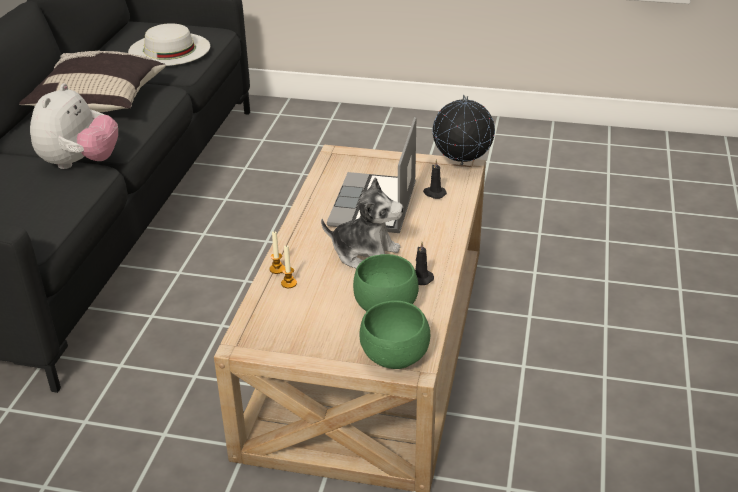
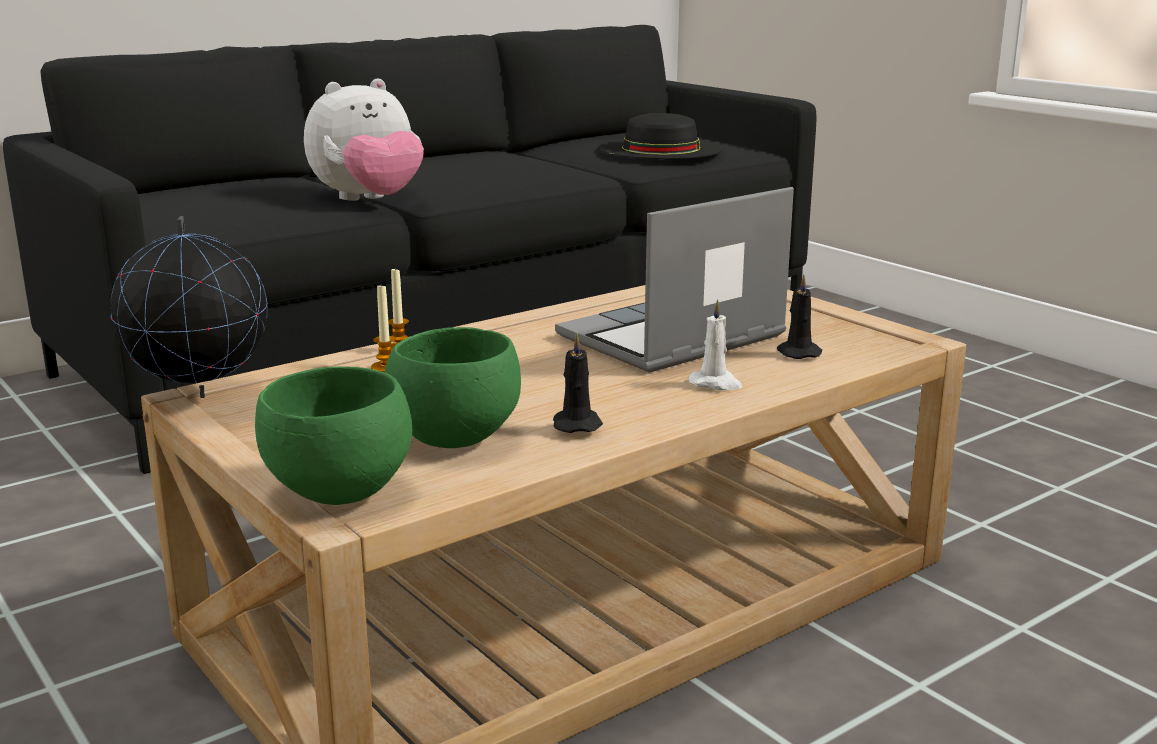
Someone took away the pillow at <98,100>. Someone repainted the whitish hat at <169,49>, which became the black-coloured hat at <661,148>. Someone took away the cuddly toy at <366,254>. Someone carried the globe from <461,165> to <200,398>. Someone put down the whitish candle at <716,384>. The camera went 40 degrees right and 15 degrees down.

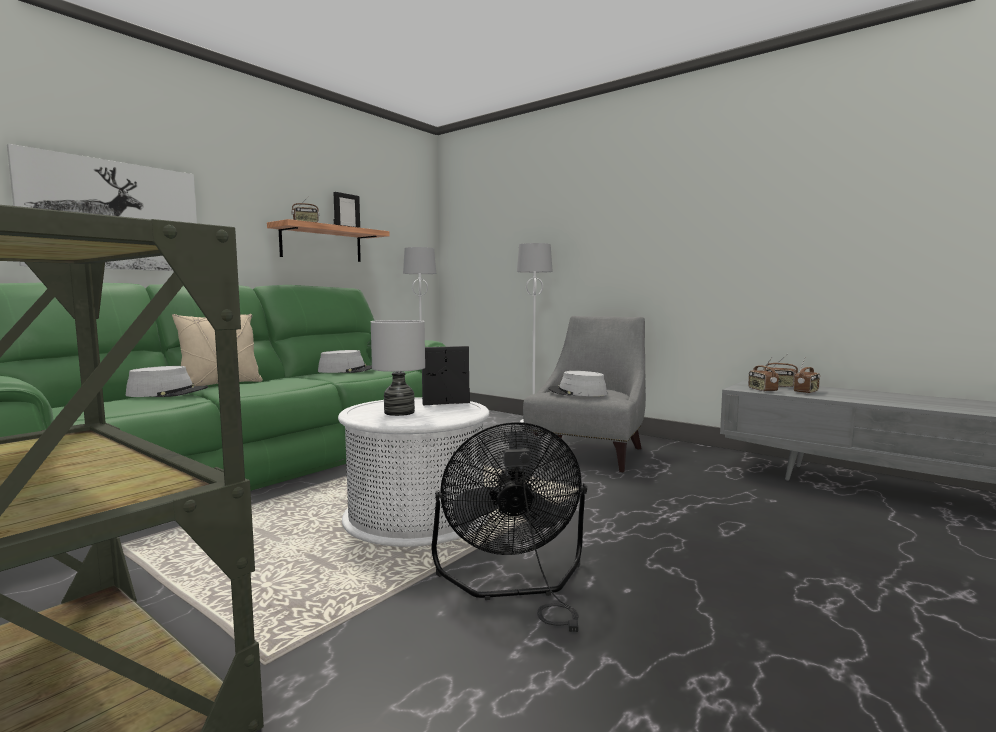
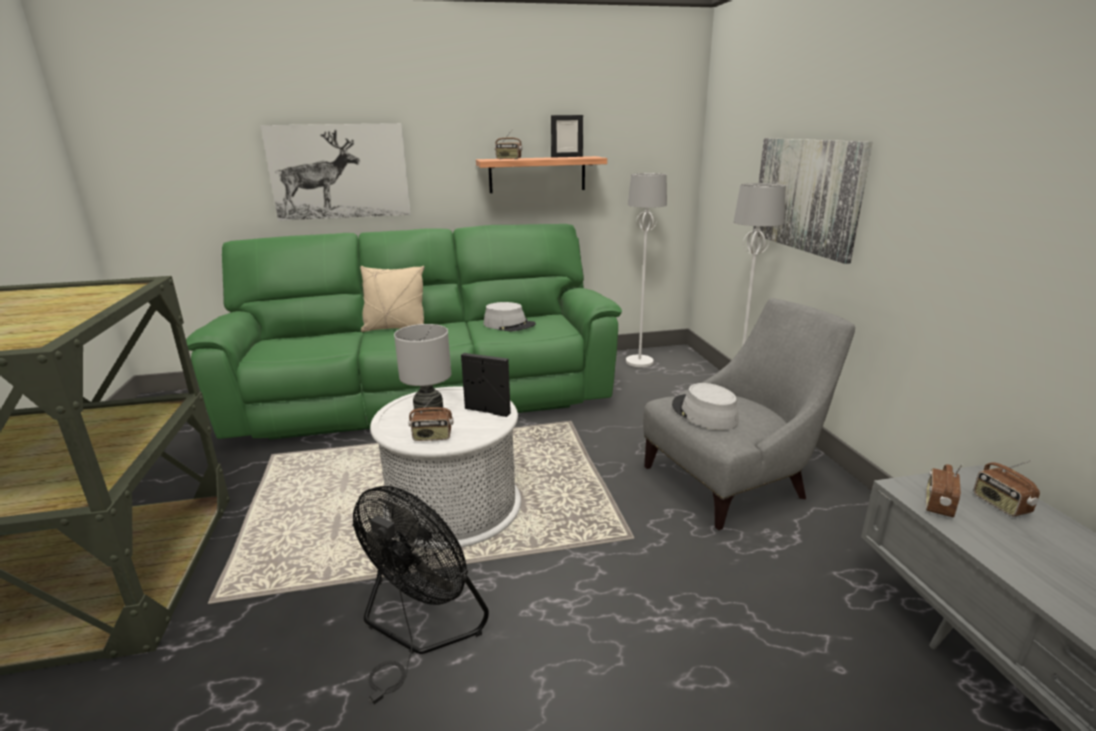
Someone took away the gray hat at <167,393>. Someone carried the radio receiver from <806,392> to <432,437>. Someone put up the wall picture at <806,195>. The camera went 40 degrees right and 15 degrees up.

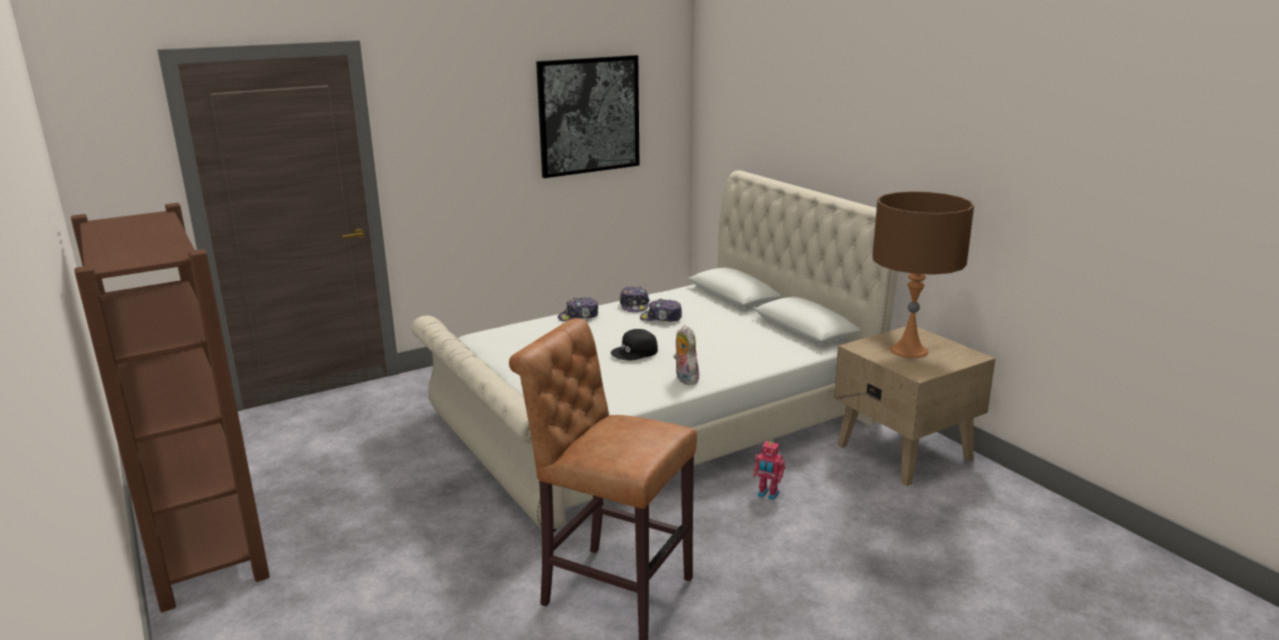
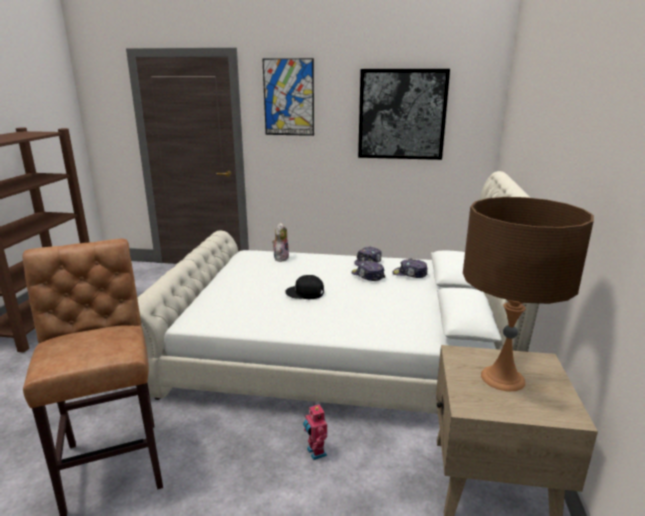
Someone carried the peaked cap from <578,317> to <409,274>. Someone carried the cuddly toy from <684,379> to <280,258>. Someone put up the wall picture at <289,97>. The camera went 40 degrees right and 0 degrees up.

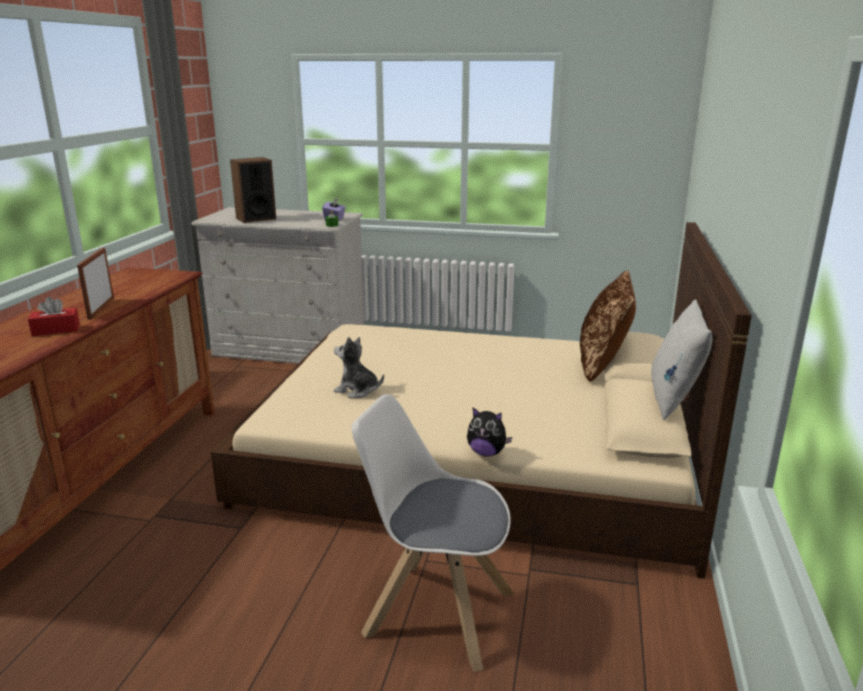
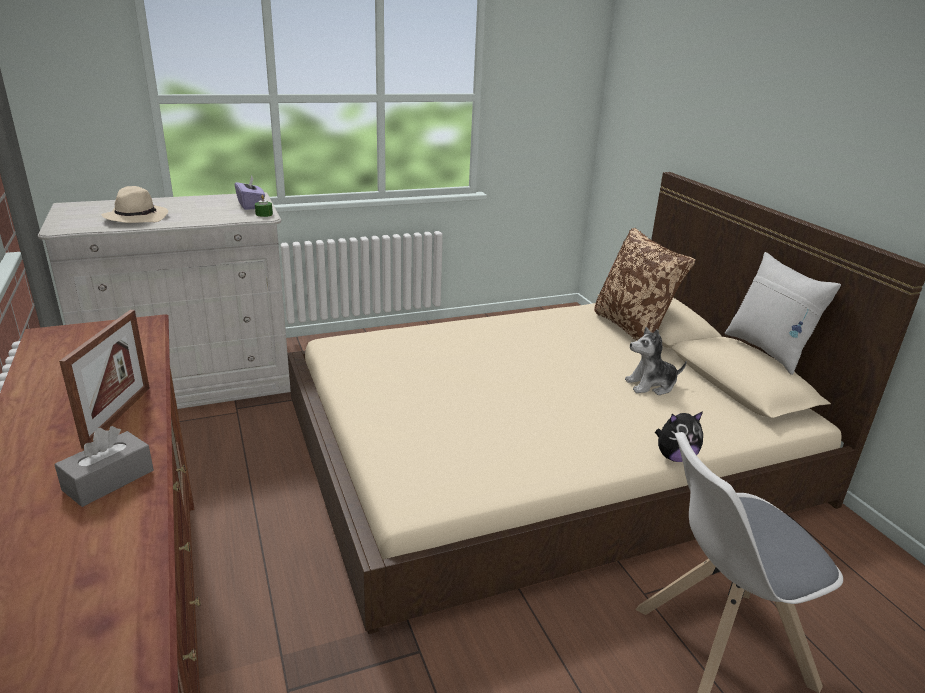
Someone repainted the red tissue holder at <56,330>, which became the gray tissue holder at <108,480>. Someone rotated the photo frame at <101,308> by 135 degrees counterclockwise. Someone swapped the loudspeaker at <256,219> for the sand-coloured hat at <136,217>. Someone carried the cuddly toy from <357,390> to <651,385>. The camera went 35 degrees left and 5 degrees up.

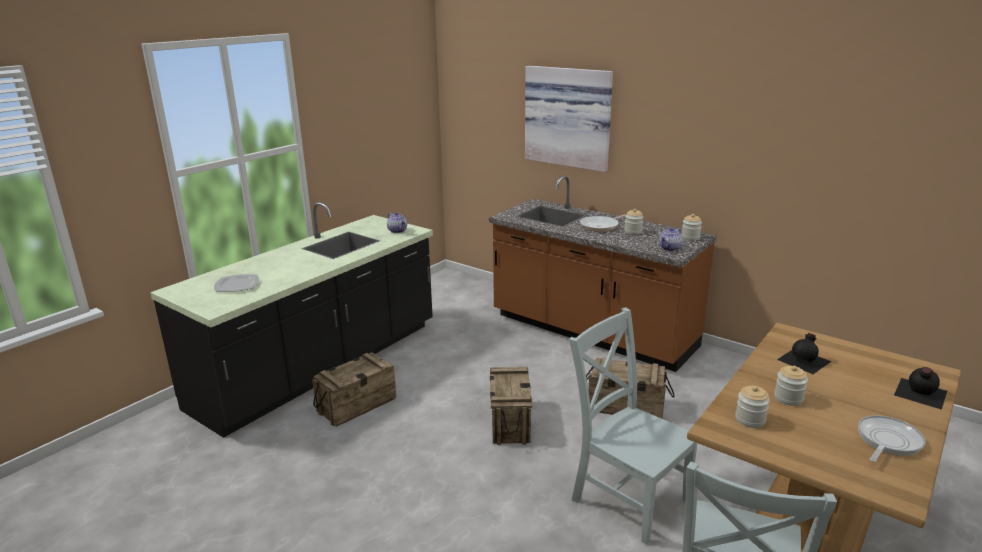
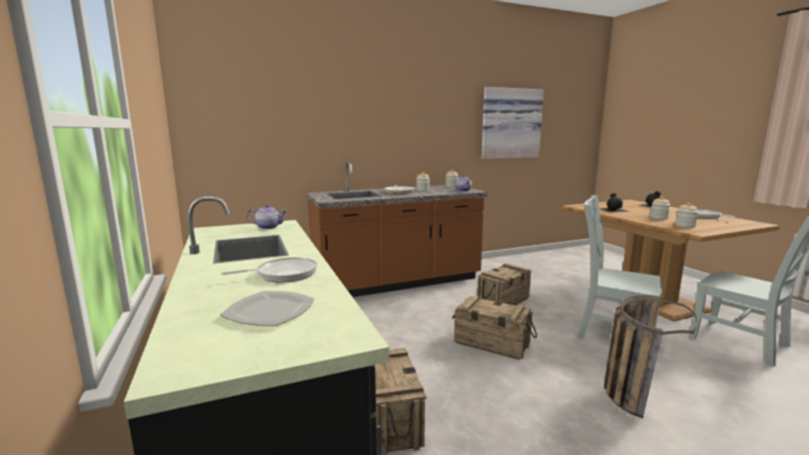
Someone carried the wall picture from <569,117> to <510,123>. Someone rotated the gray plain chair at <626,497> by 45 degrees clockwise. Someone put down the skillet at <283,274>. Someone put down the storage basket at <631,390>. The camera went 60 degrees left and 10 degrees down.

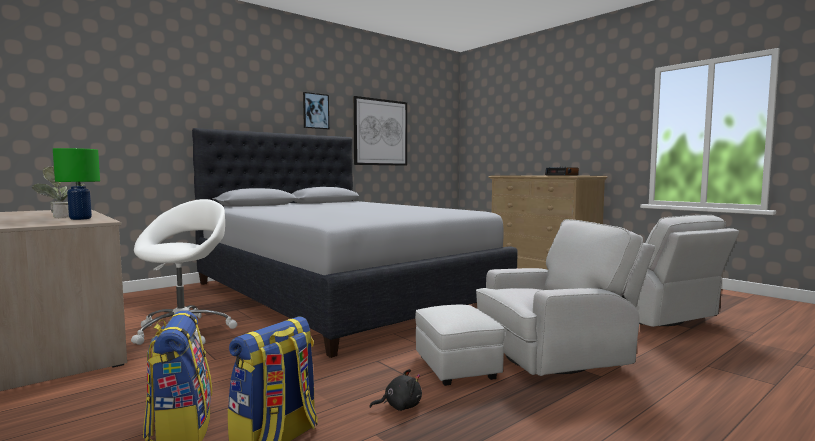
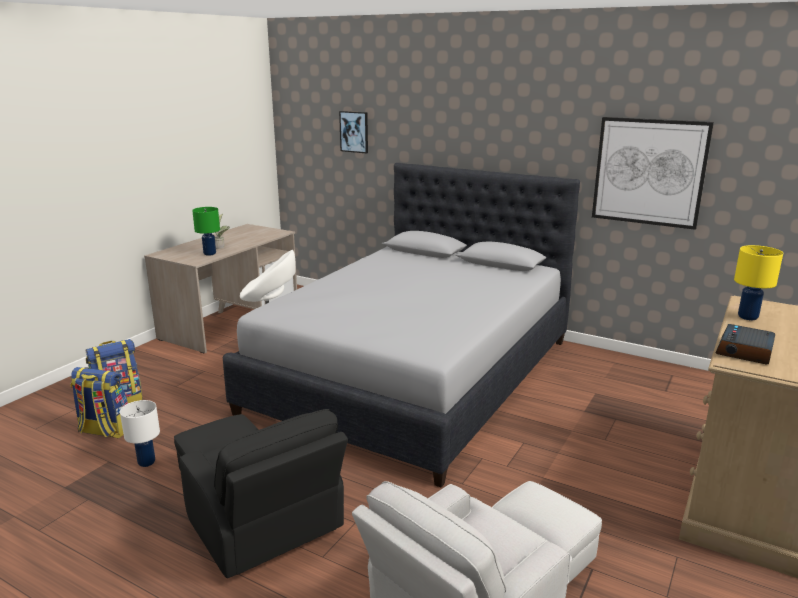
Someone carried the wall picture from <315,111> to <354,132>. Someone swapped the black-coloured cuddly toy at <400,406> for the whitish tabletop lamp at <147,462>. Someone repainted the whitish lounge chair at <533,358>, which became the black-coloured lounge chair at <255,516>. Someone put down the yellow tabletop lamp at <748,317>. The camera went 70 degrees right and 15 degrees up.

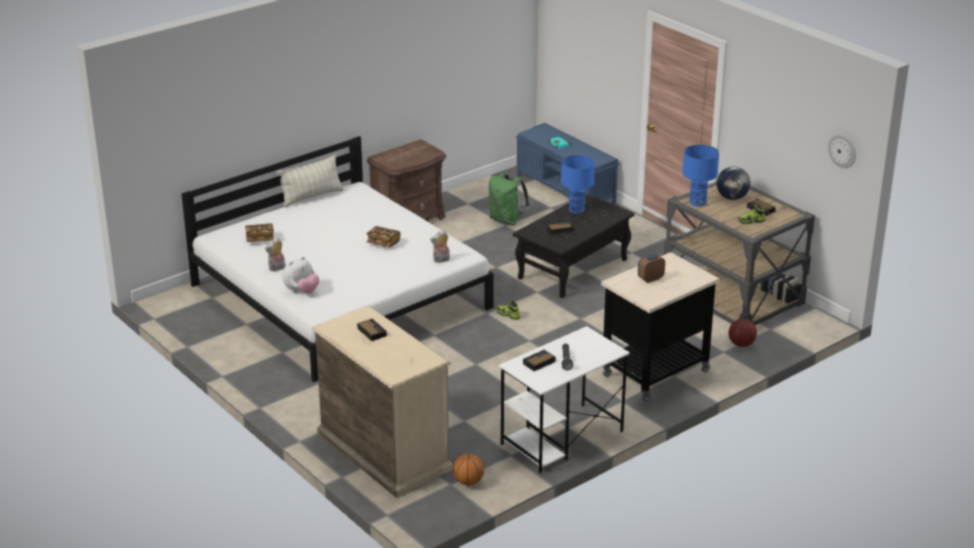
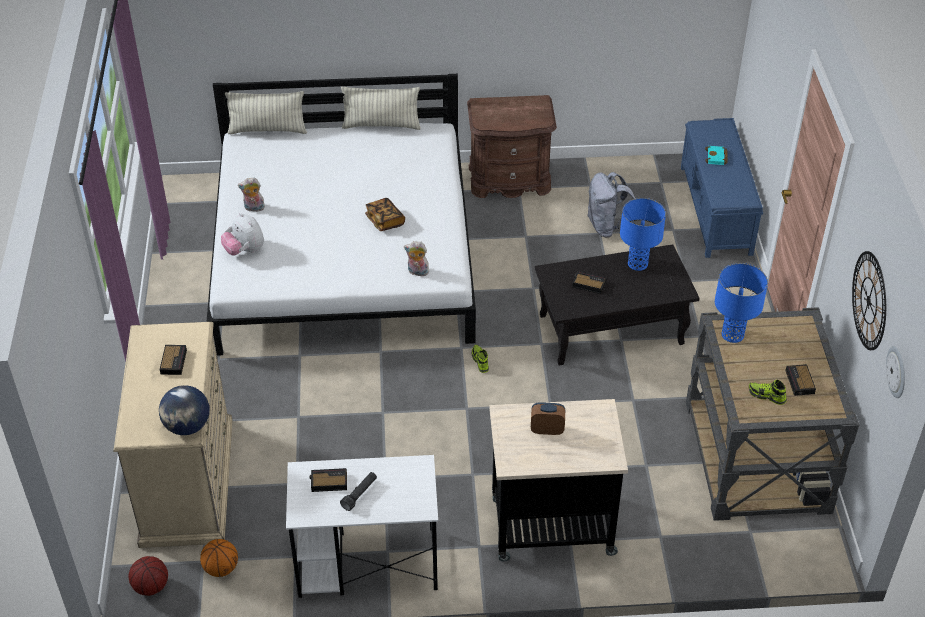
Someone took away the bound book at <260,239>. Someone rotated the cuddly toy at <301,291> by 60 degrees clockwise. Someone repainted the green-coloured rucksack at <506,220>, which became the gray rucksack at <607,227>. Someone carried the globe from <732,198> to <187,426>. Someone carried the ball for basketball from <741,344> to <151,587>. Someone put down the pillow at <267,130>. Someone put up the hanging clock at <869,300>. The camera went 35 degrees right and 15 degrees up.

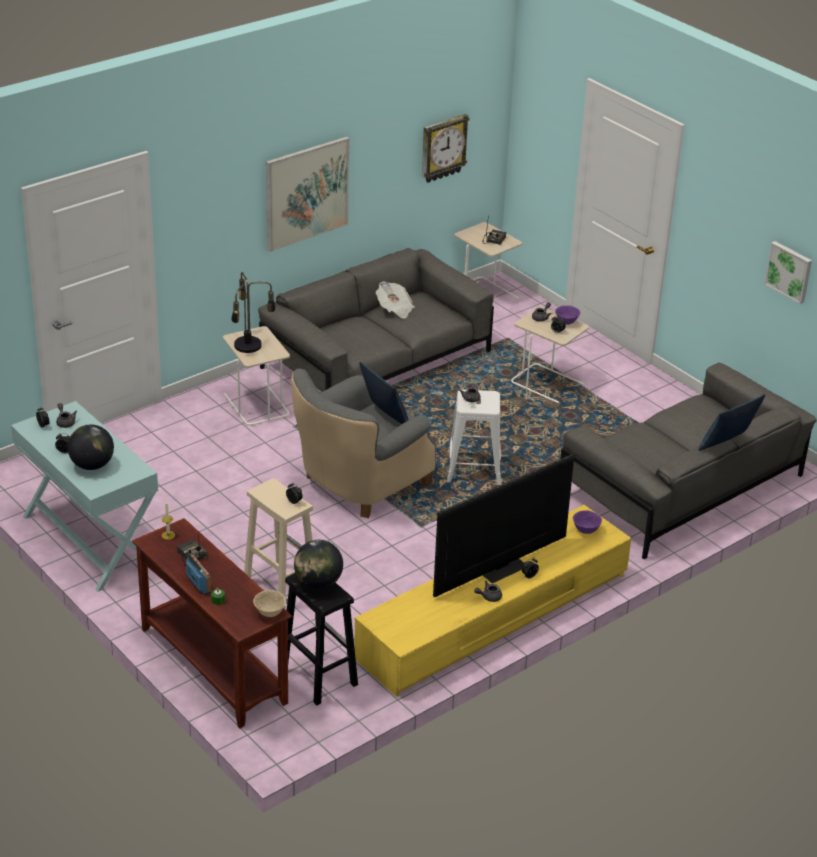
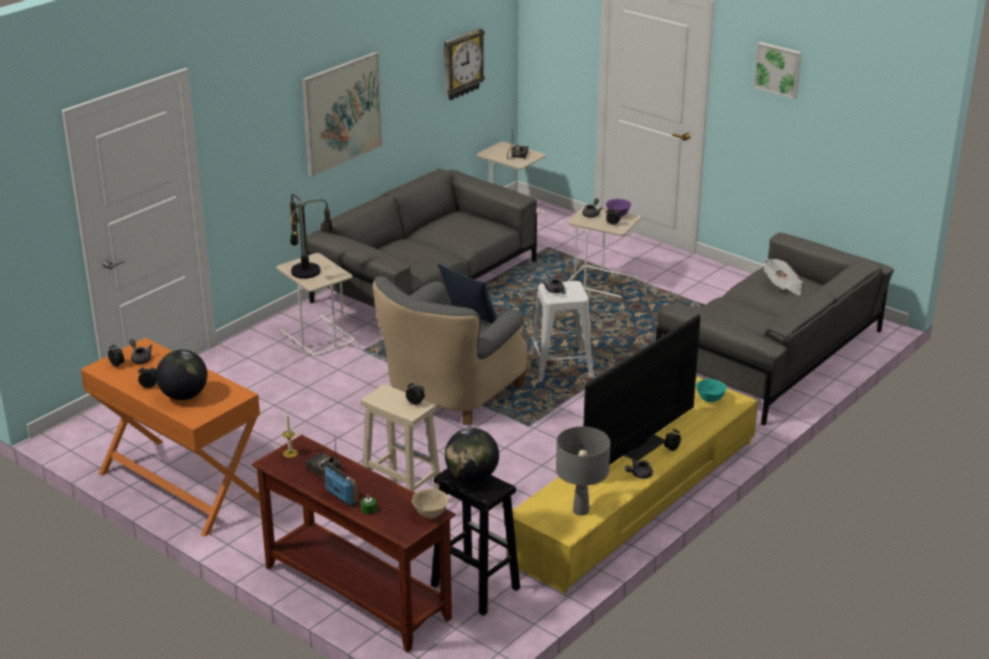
Someone repainted the turquoise-coloured desk table at <90,540>, which became the orange-coloured desk table at <180,486>. Someone carried the printed paper from <395,309> to <782,287>. Someone repainted the purple-coloured serving bowl at <586,530>, which became the turquoise-coloured serving bowl at <710,399>. Someone took away the bluish pillow at <727,445>. Someone carried the wall picture from <789,271> to <778,69>. Someone put down the gray tabletop lamp at <580,511>. The camera went 10 degrees left and 5 degrees down.

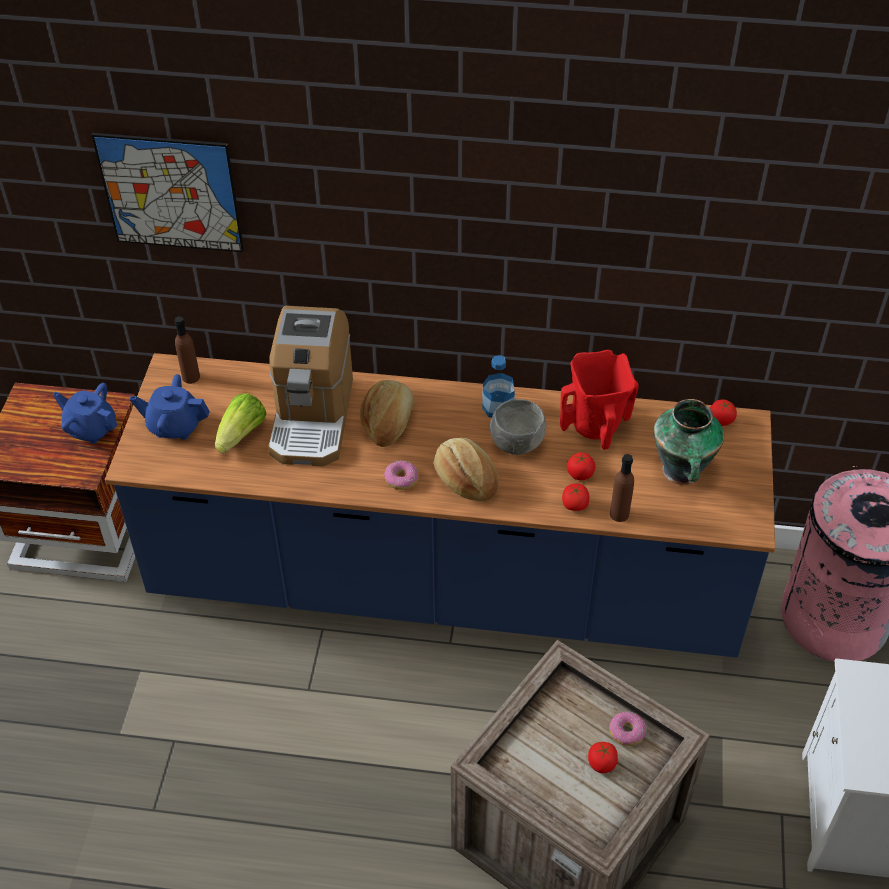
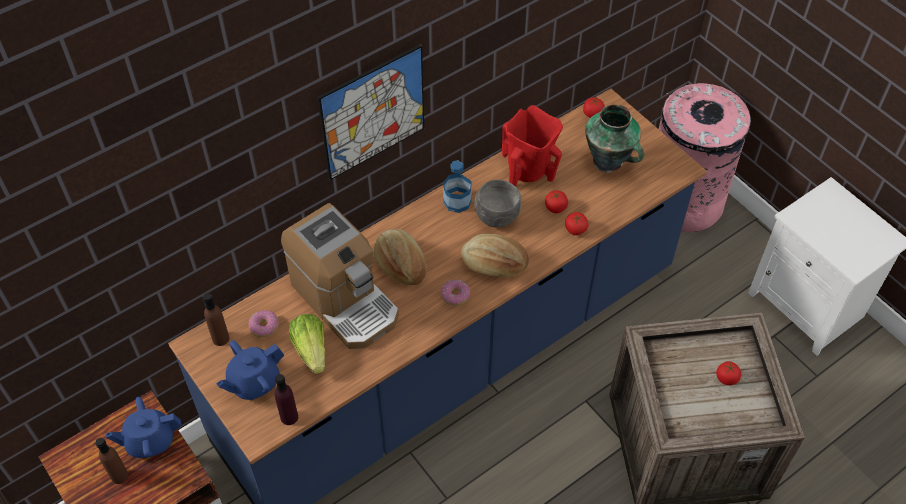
Someone carried the wall picture from <170,193> to <373,112>. Someone carried the donut from <626,732> to <264,327>. Someone carried the brown-coloured drink bottle from <619,514> to <119,476>. Someone put down the purple-coloured drink bottle at <289,417>. The camera went 45 degrees left and 5 degrees up.

